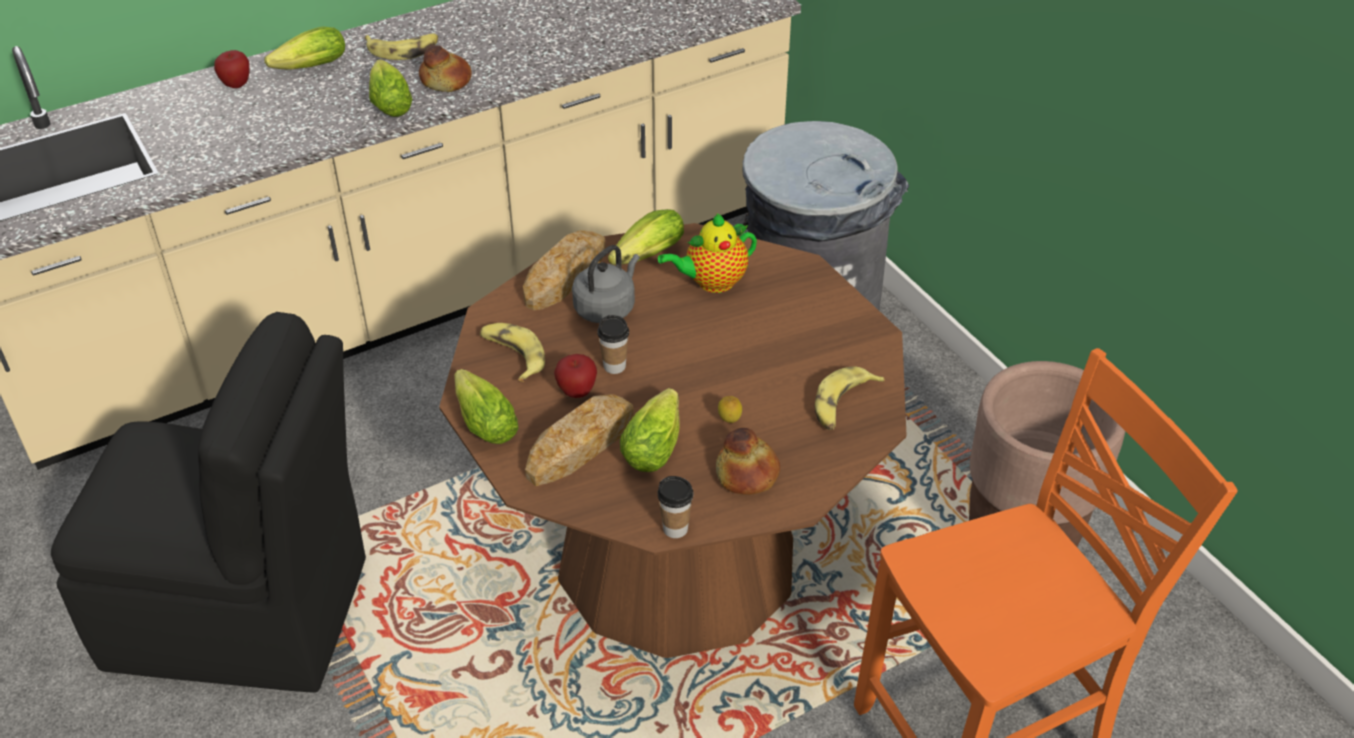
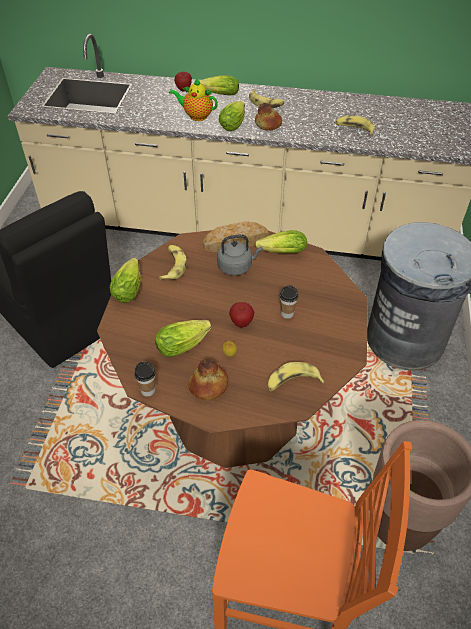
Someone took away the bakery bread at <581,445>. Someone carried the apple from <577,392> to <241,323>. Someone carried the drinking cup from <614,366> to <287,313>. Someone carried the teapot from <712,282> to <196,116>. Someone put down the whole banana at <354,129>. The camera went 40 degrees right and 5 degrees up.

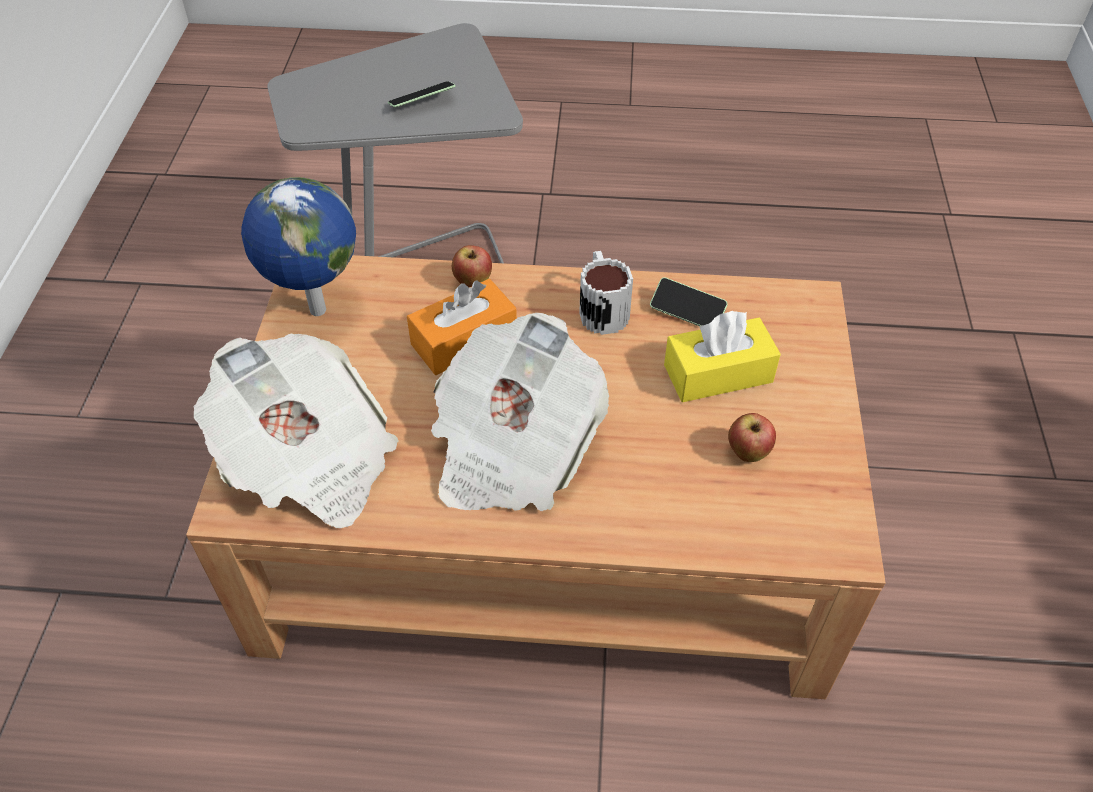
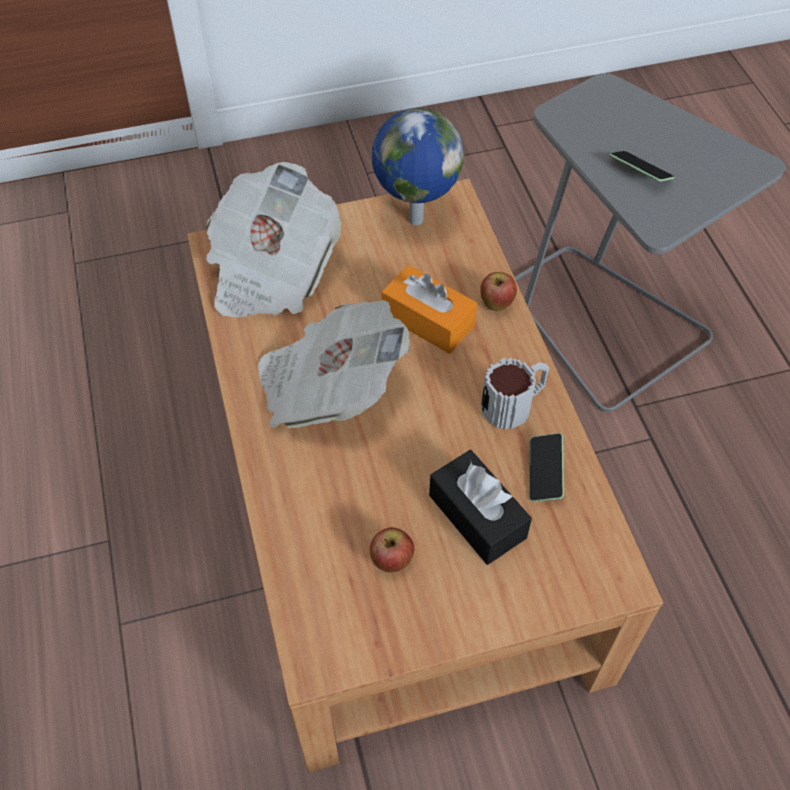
Someone repainted the yellow tissue holder at <718,373>, which became the black-coloured tissue holder at <477,516>. The camera went 70 degrees right and 5 degrees up.

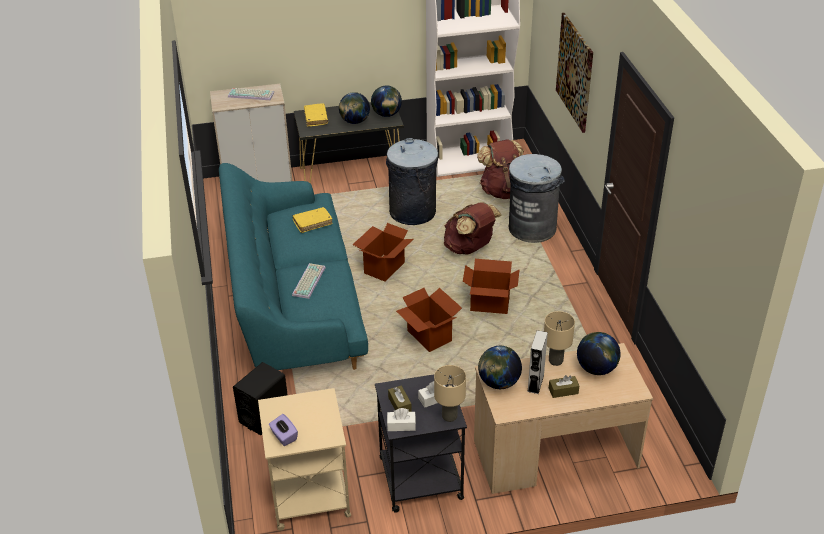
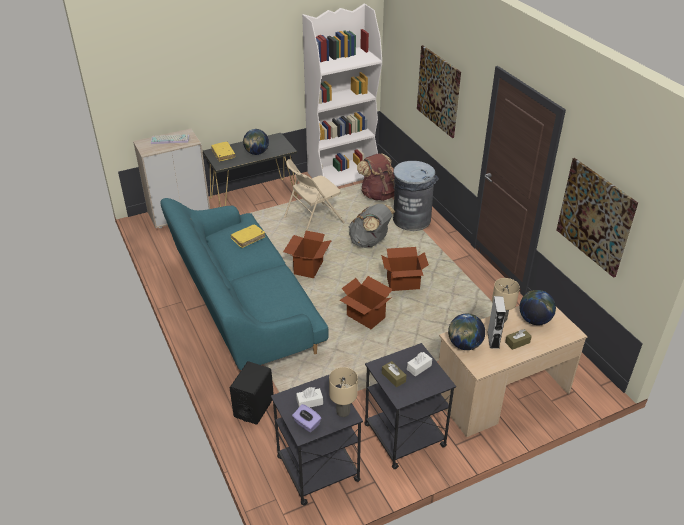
Someone repainted the sand-coloured wheeled cart at <308,496>, which became the black-coloured wheeled cart at <317,469>. Someone took away the PC keyboard at <308,280>. Someone took away the globe at <386,114>. Someone swapped the gray rubbish bin at <412,212> for the sand-coloured plain chair at <314,220>. Someone carried the whitish tissue holder from <401,425> to <309,402>. Someone carried the sand-coloured tabletop lamp from <449,416> to <343,412>. Someone repainted the brown-coloured rucksack at <469,248>, which became the gray rucksack at <370,242>. Someone put up the wall picture at <595,216>. The camera went 15 degrees left and 0 degrees up.

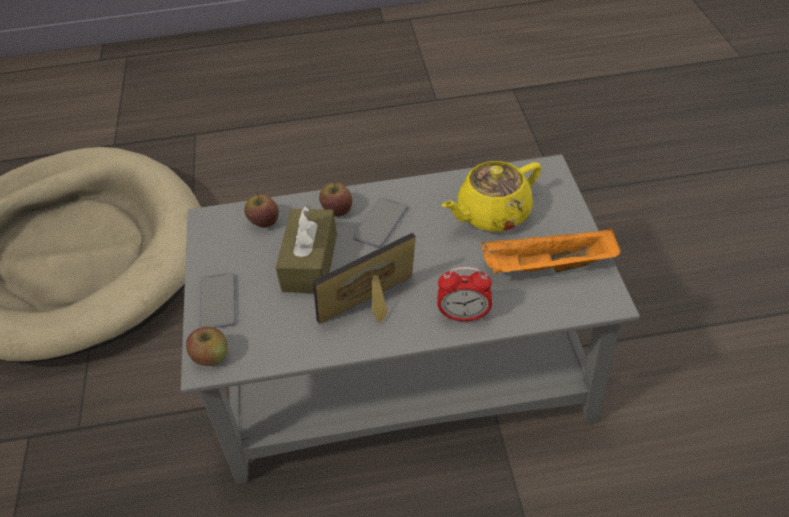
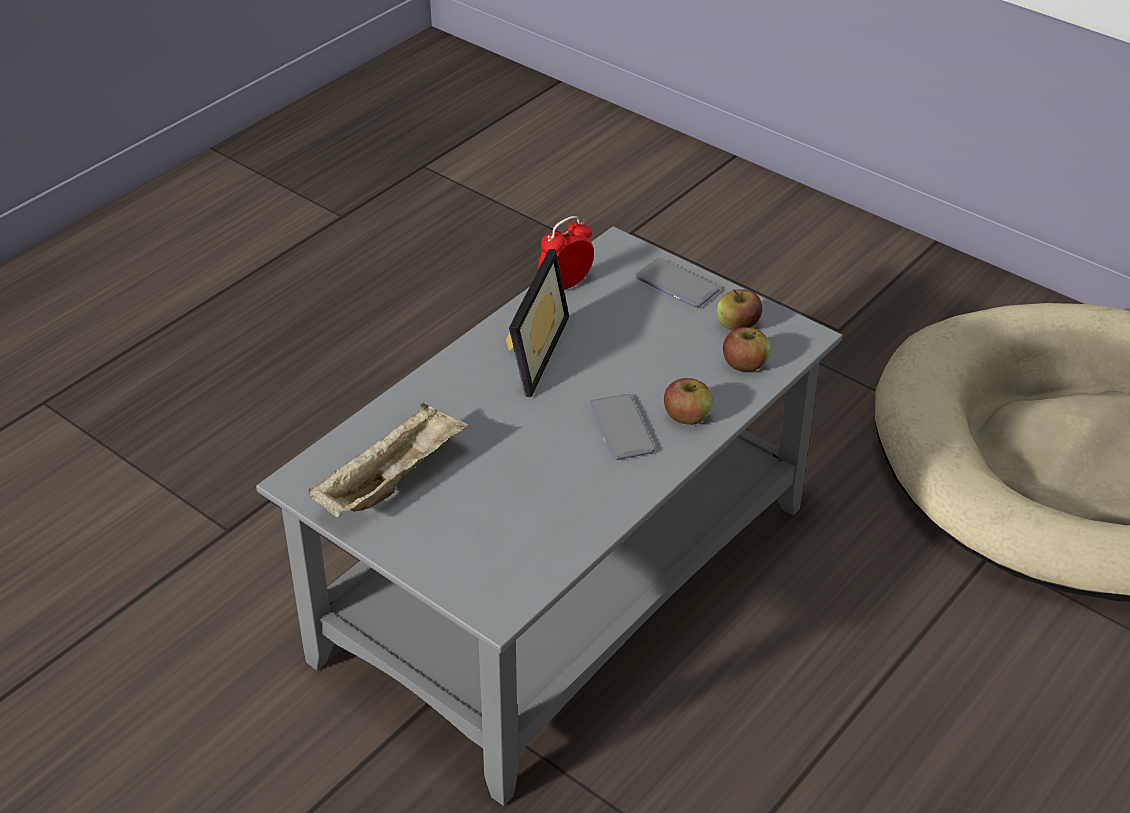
Someone carried the apple from <211,356> to <738,325>. Someone took away the brown-coloured tissue holder at <310,262>. Someone carried the bedside clock from <464,316> to <566,284>. Someone took away the yellow teapot at <492,214>. Someone repainted the orange-coloured tray at <547,267>, which became the sand-coloured tray at <391,480>. The camera went 135 degrees right and 5 degrees down.

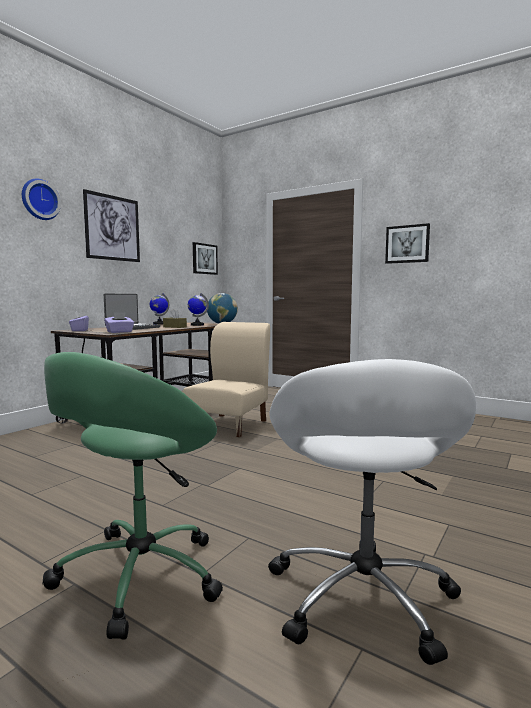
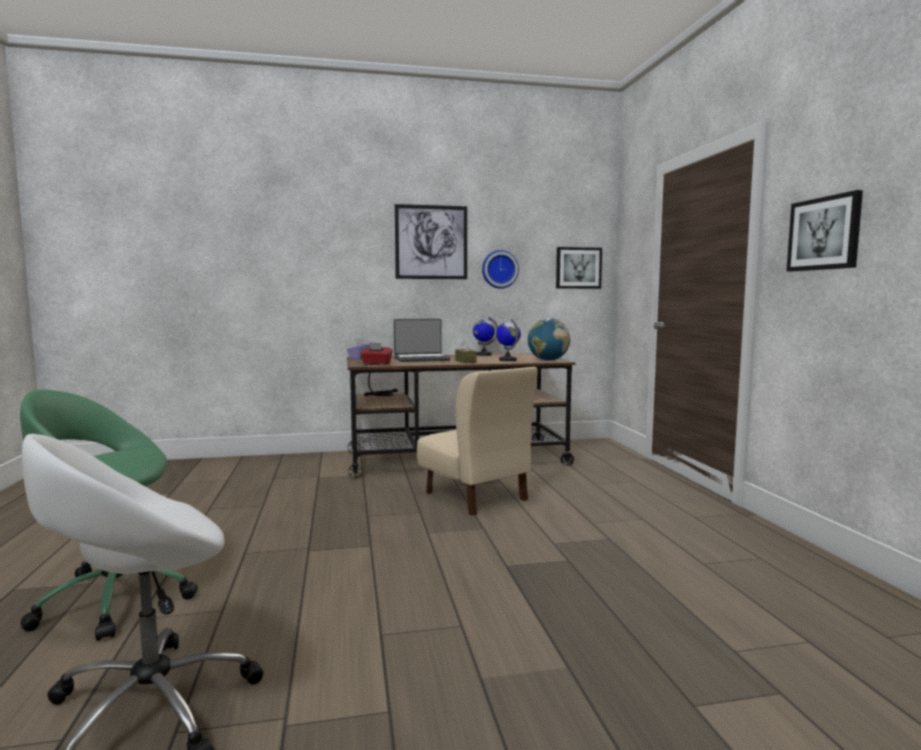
Someone carried the hanging clock from <39,200> to <499,269>. Someone repainted the purple-coloured tissue holder at <120,332>, which became the red tissue holder at <376,364>. Someone rotated the sand-coloured plain chair at <230,425> by 75 degrees clockwise. The camera went 45 degrees right and 0 degrees up.

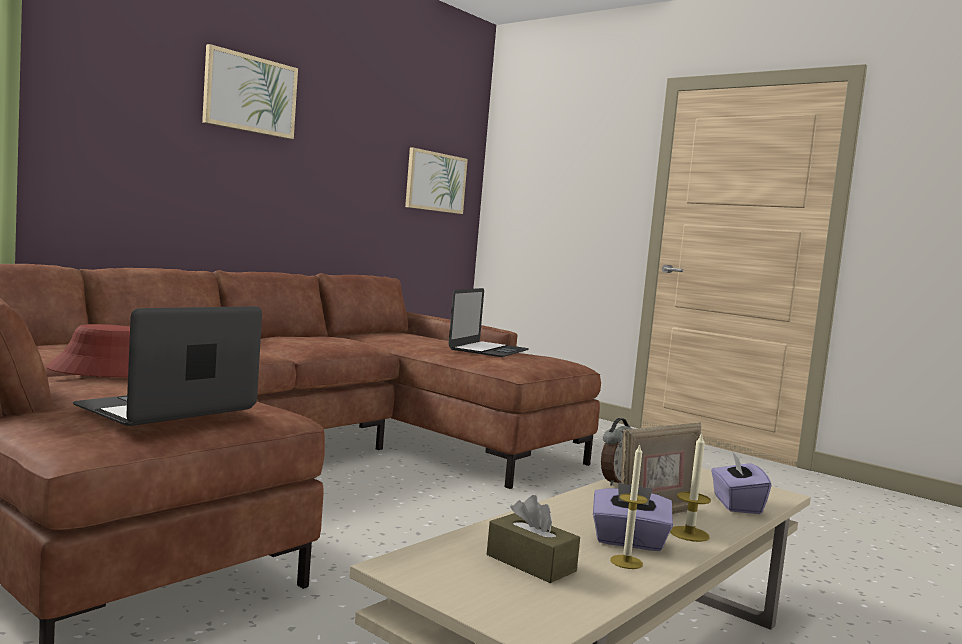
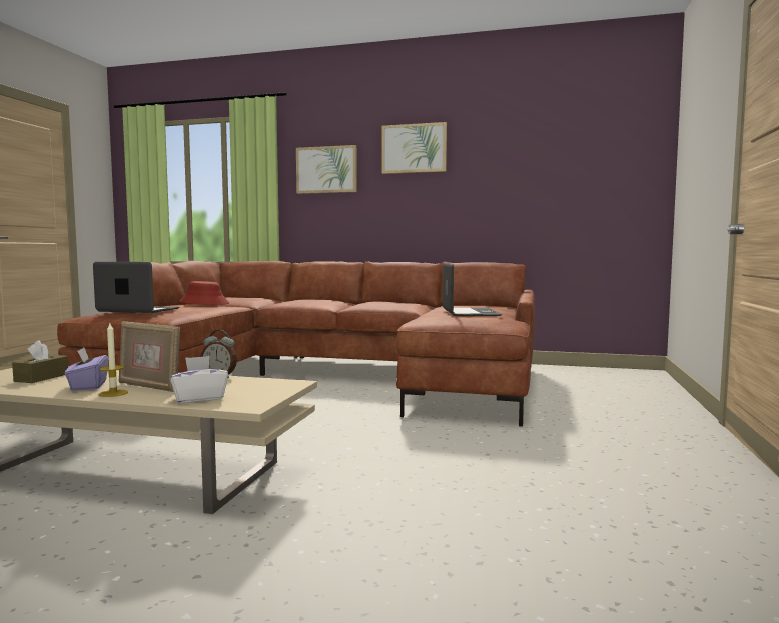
Someone carried the wall picture from <435,182> to <326,170>. Someone rotated the notebook computer at <489,350> by 90 degrees counterclockwise. Someone took away the candle at <626,562>. Someone repainted the purple-coloured tissue holder at <736,504>, which became the whitish tissue holder at <199,398>. The camera went 65 degrees right and 0 degrees up.

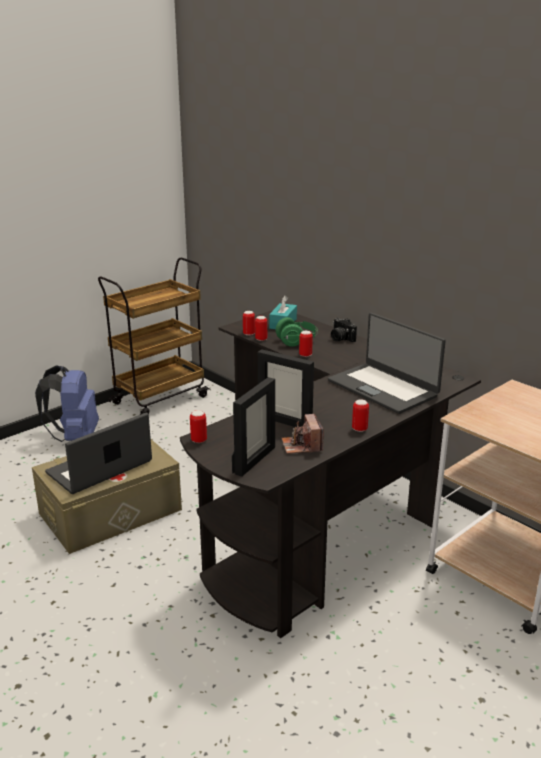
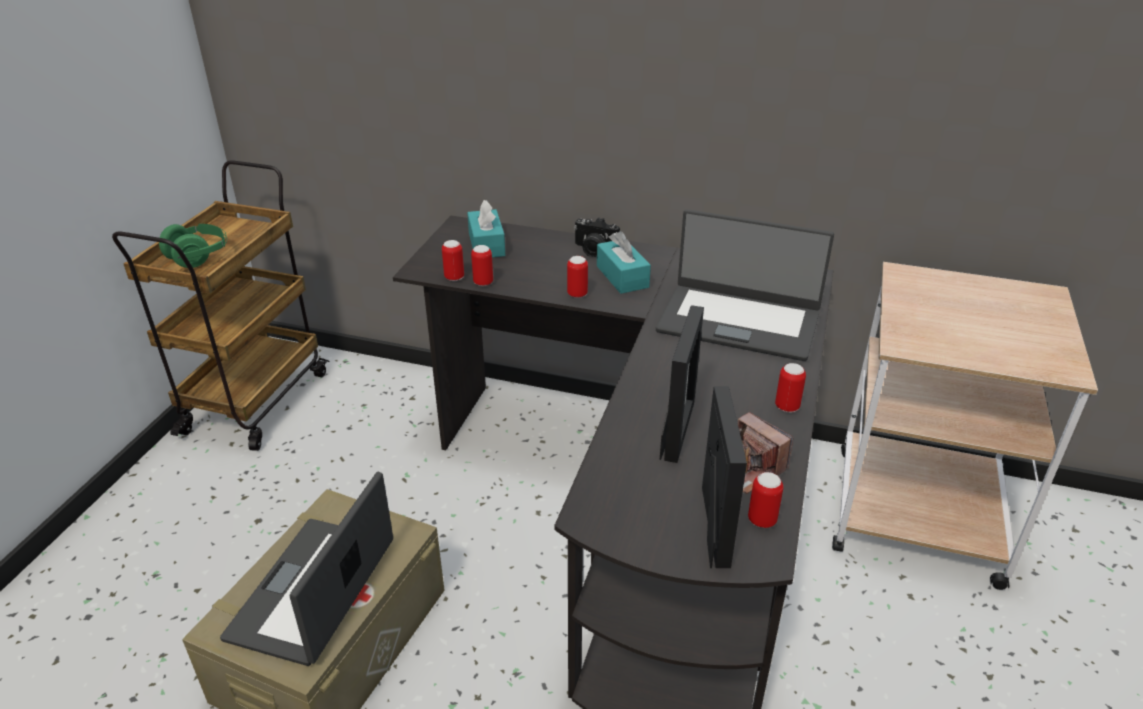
Someone took away the bluish rucksack at <75,437>. Someone carried the metal can from <199,440> to <762,520>. Someone rotated the photo frame at <285,421> by 75 degrees counterclockwise. Someone carried the green-coloured headphones from <297,341> to <199,257>. Someone put down the turquoise-coloured tissue holder at <622,276>. The camera went 30 degrees left and 10 degrees up.

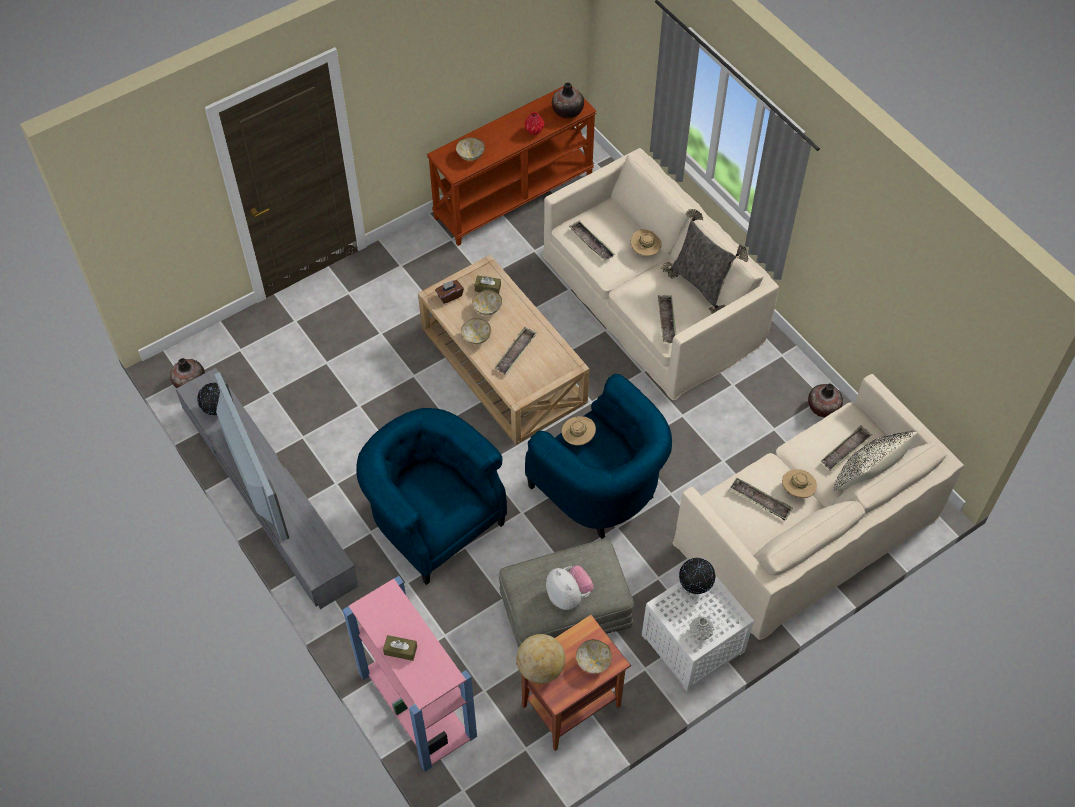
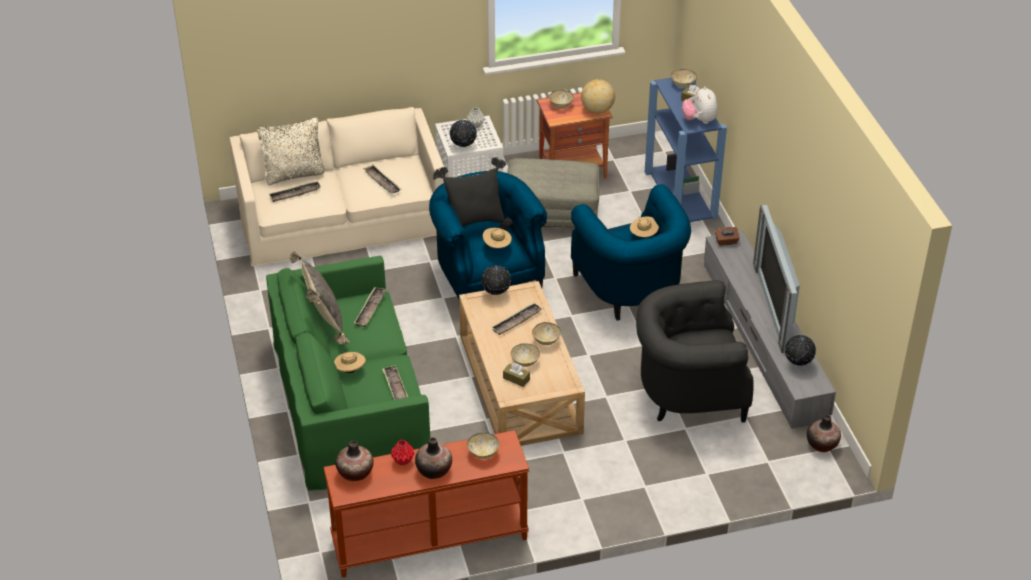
Someone repainted the pinkish bookcase at <417,704>, which became the bluish bookcase at <680,195>. Someone carried the brown-coloured tissue holder from <449,296> to <726,242>. Someone repainted the sand-coloured settee at <652,298>, which became the green-coloured settee at <350,402>. Someone carried the cuddly toy from <568,596> to <699,120>. Someone carried the sand-coloured hat from <797,490> to <643,235>. Someone carried the decorative vase from <822,408> to <434,470>. Someone put down the black-coloured pillow at <473,227>. Someone put down the globe at <496,294>. Someone put down the black-coloured lounge chair at <689,394>. Someone put down the serving bowl at <683,84>. The camera went 160 degrees left and 15 degrees down.

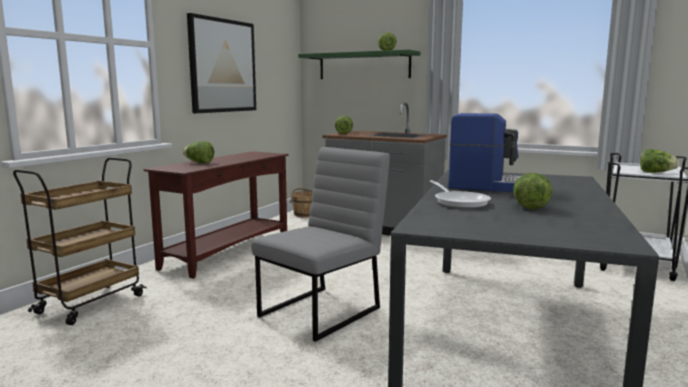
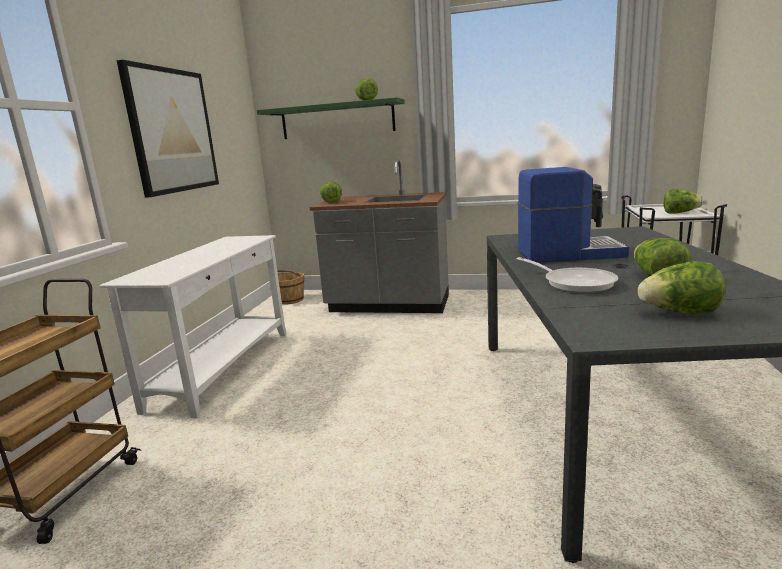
Someone repainted the brown-coloured console table at <228,252>, which became the whitish console table at <223,368>. Someone carried the lettuce from <199,163> to <679,313>. Someone took away the gray plain chair at <323,311>. The camera went 15 degrees left and 5 degrees up.

